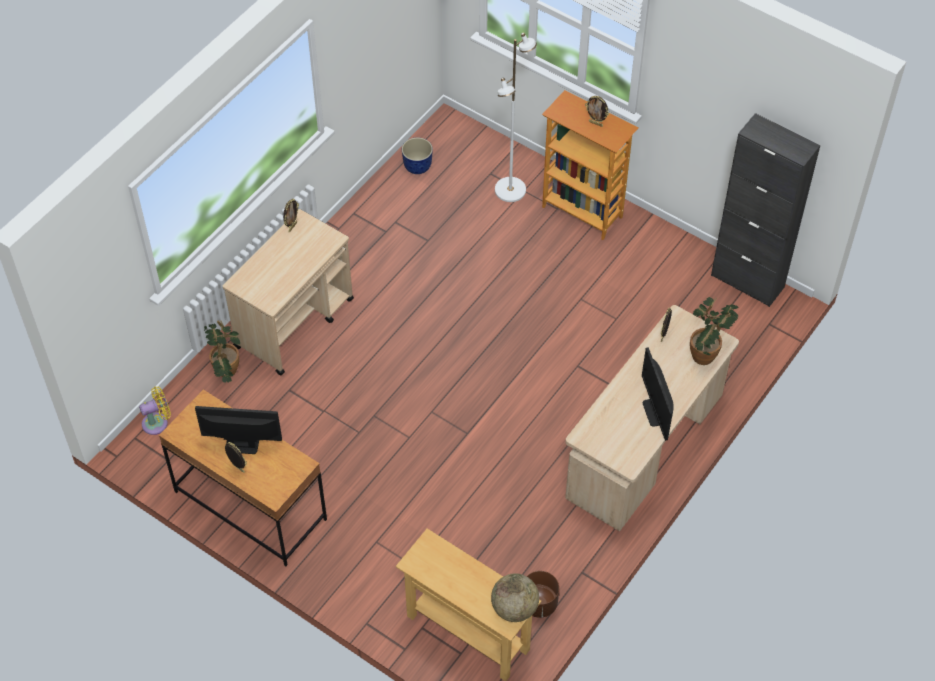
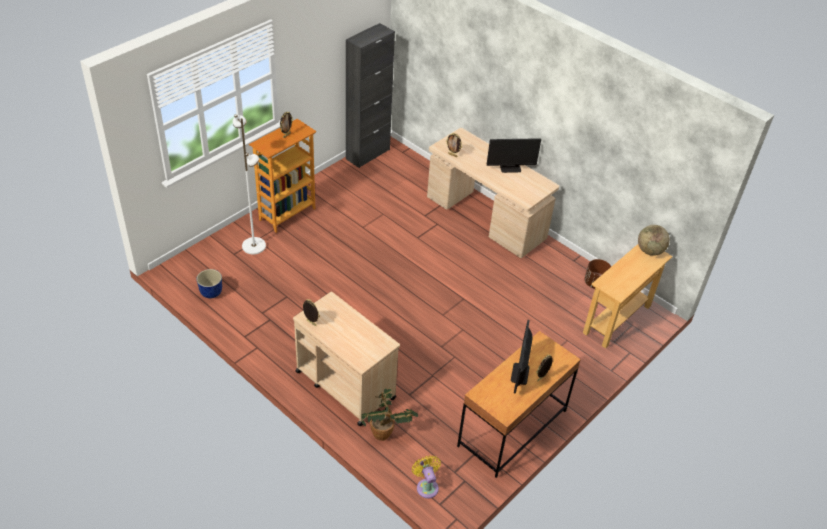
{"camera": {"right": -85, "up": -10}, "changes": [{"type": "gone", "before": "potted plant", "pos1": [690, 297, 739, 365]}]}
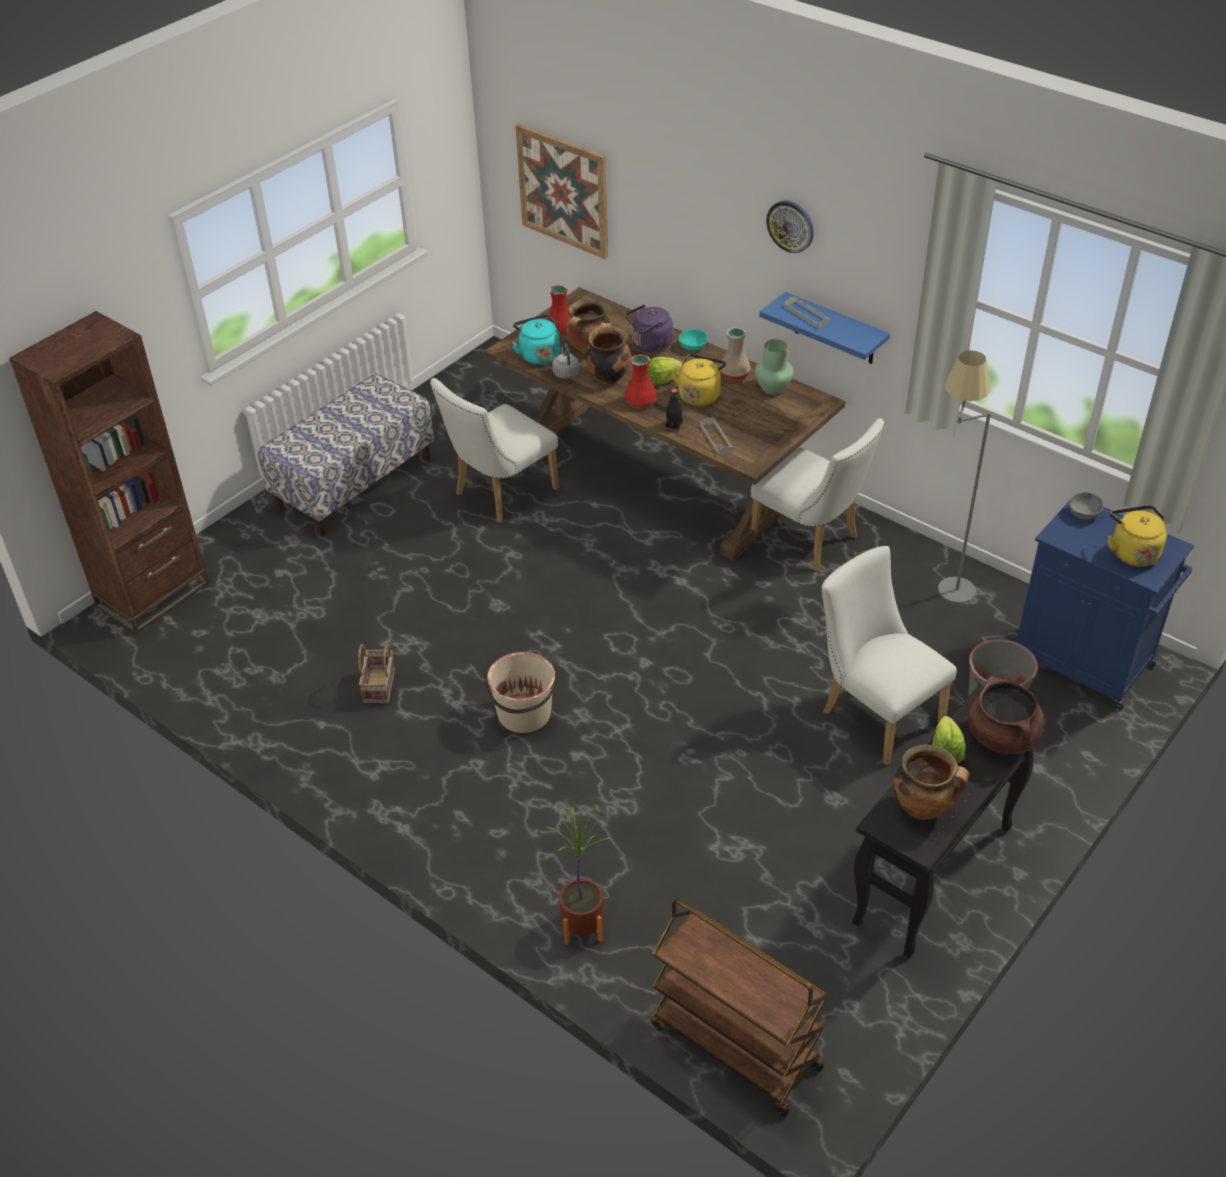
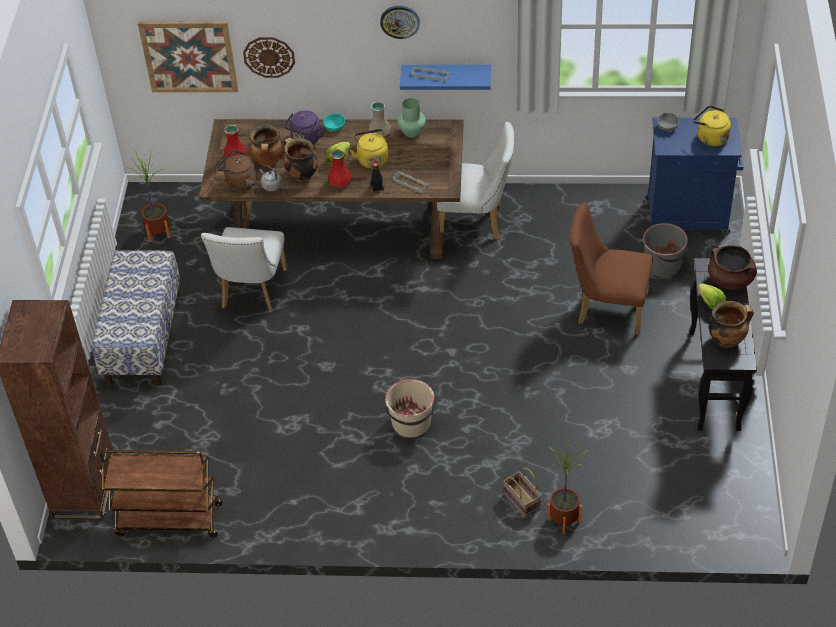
{"camera": {"right": -35, "up": 5}, "changes": [{"type": "repainted", "before": "turquoise water kettle", "after": "brownish water kettle", "pos1": [512, 314, 560, 365], "pos2": [217, 150, 257, 191]}, {"type": "gone", "before": "grey standard lamp", "pos1": [938, 350, 991, 603]}, {"type": "repainted", "before": "white upright chair", "after": "brownish upright chair", "pos1": [821, 546, 957, 766], "pos2": [570, 202, 653, 335]}, {"type": "shifted", "before": "household basket", "pos1": [358, 644, 395, 704], "pos2": [503, 468, 542, 517]}, {"type": "shifted", "before": "brownish cart", "pos1": [650, 899, 828, 1116], "pos2": [100, 450, 222, 537]}, {"type": "new", "after": "wall clock", "pos2": [243, 37, 295, 78]}, {"type": "new", "after": "potted plant", "pos2": [130, 151, 170, 242]}]}
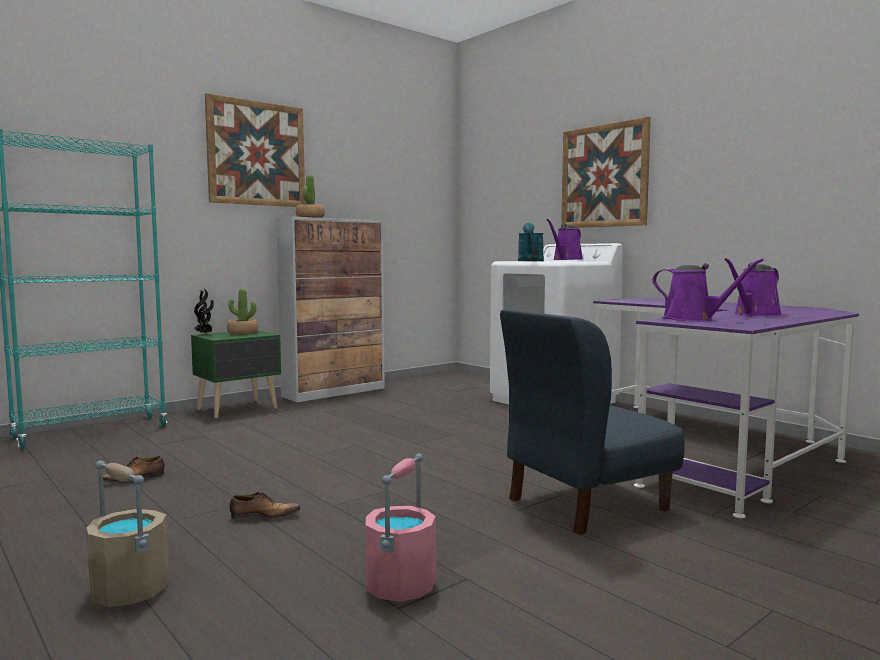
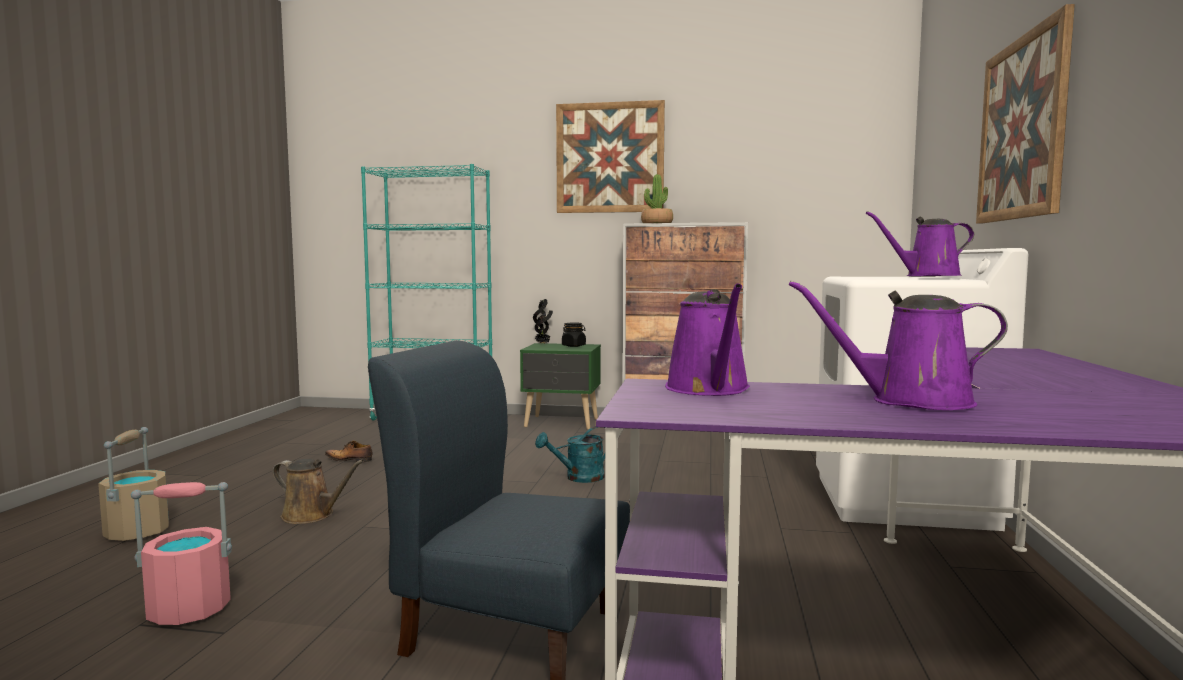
{"camera": {"right": 50, "up": 0}, "changes": [{"type": "shifted", "before": "turquoise sprinkling can", "pos1": [518, 223, 544, 261], "pos2": [535, 426, 605, 483]}, {"type": "swapped", "before": "potted plant", "after": "black-coloured jar", "pos1": [227, 288, 258, 334], "pos2": [562, 322, 586, 347]}, {"type": "swapped", "before": "low shoe", "after": "brownish sprinkling can", "pos1": [230, 492, 301, 519], "pos2": [272, 459, 364, 524]}]}
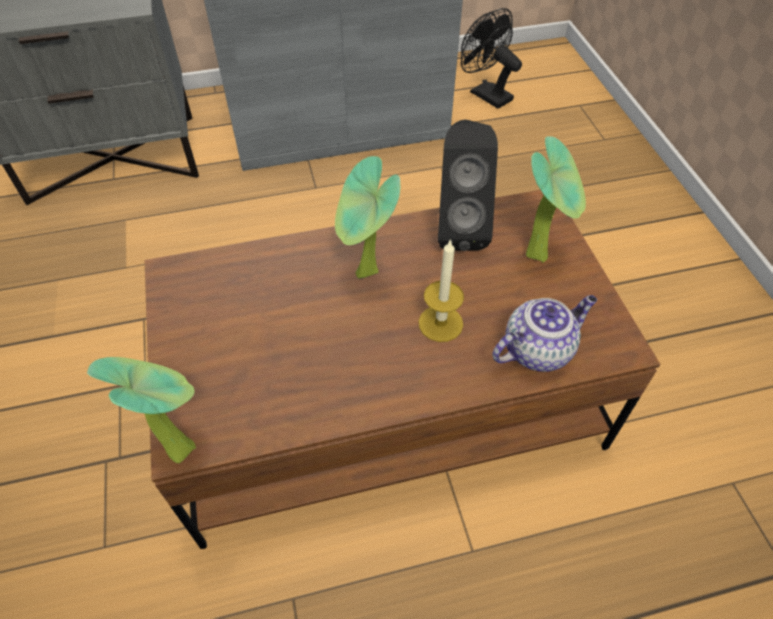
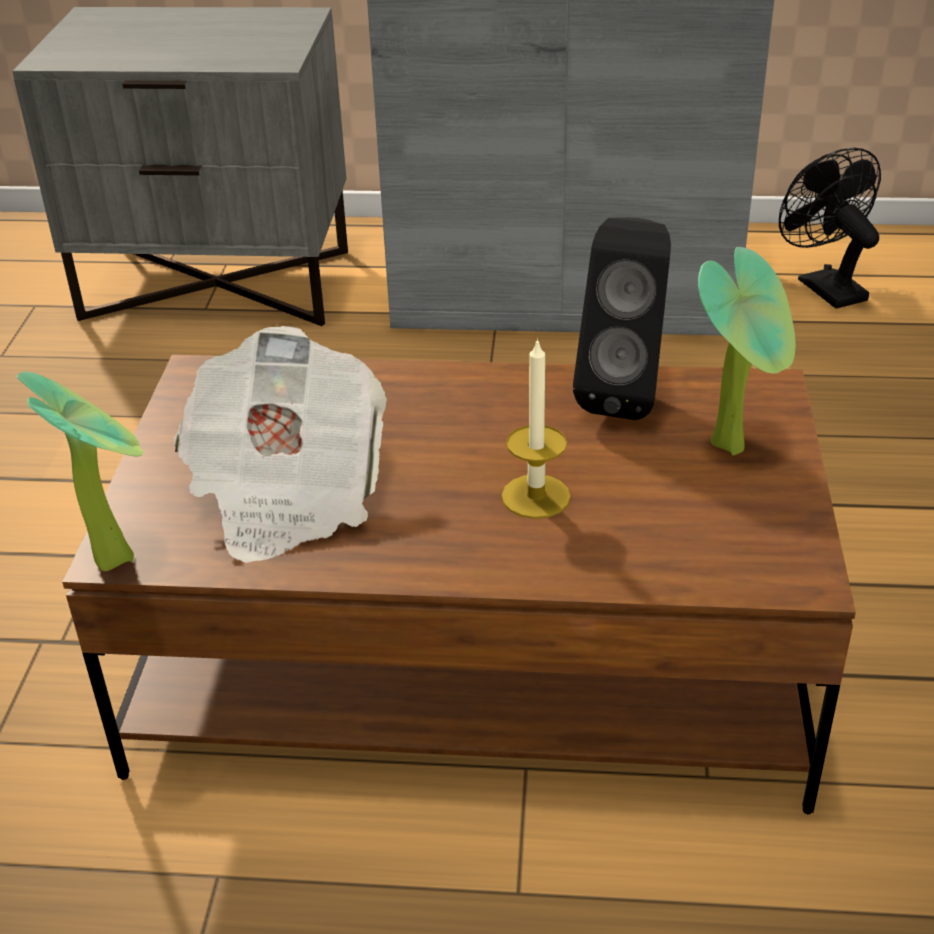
{"camera": {"right": 20, "up": -15}, "changes": [{"type": "gone", "before": "potted plant", "pos1": [335, 156, 400, 279]}, {"type": "gone", "before": "pot for tea", "pos1": [492, 295, 597, 372]}, {"type": "new", "after": "newspaper", "pos2": [174, 326, 387, 563]}]}
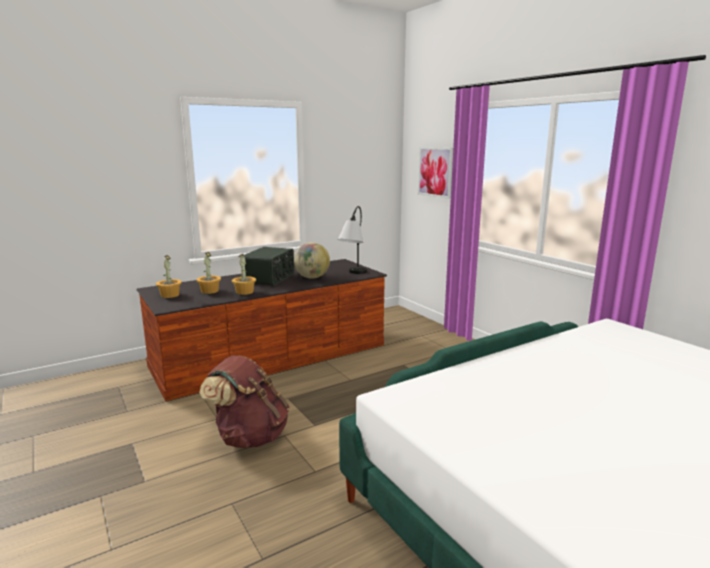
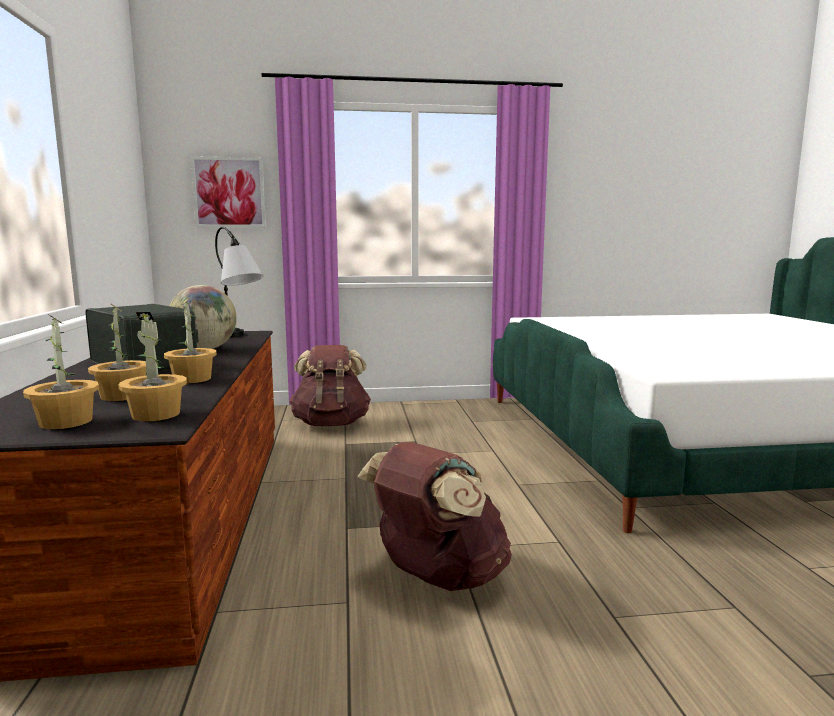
{"camera": {"right": -65, "up": -5}, "changes": [{"type": "new", "after": "potted plant", "pos2": [118, 312, 187, 421]}, {"type": "new", "after": "brownish rucksack", "pos2": [289, 345, 371, 426]}]}
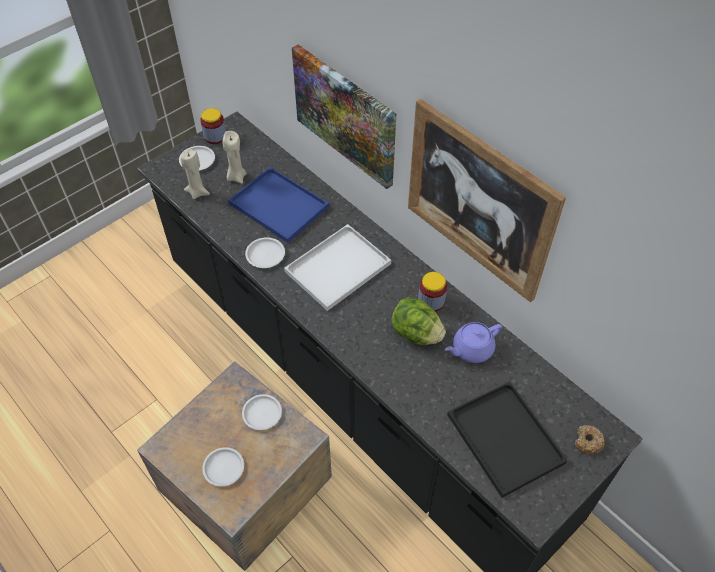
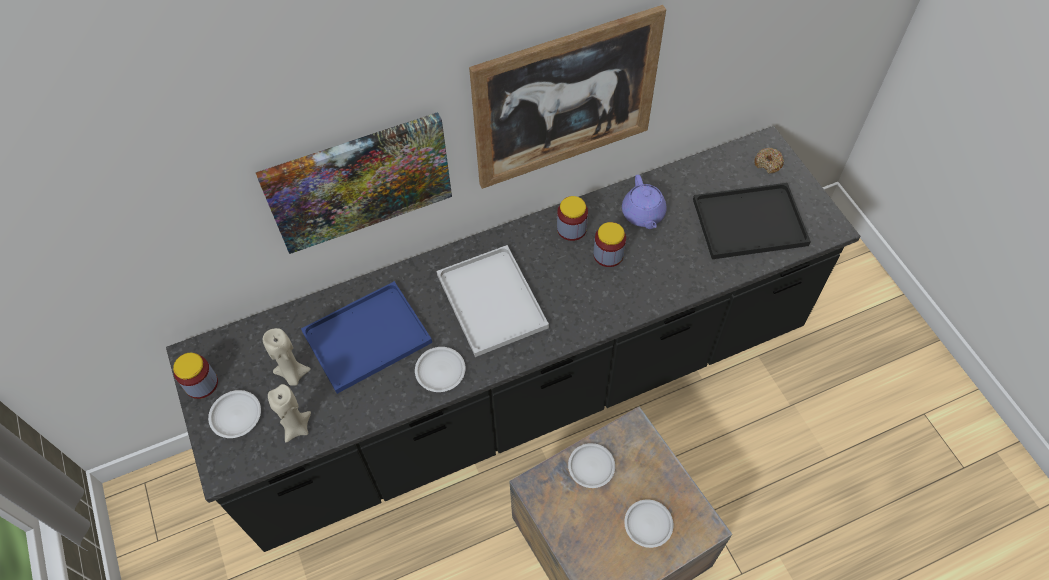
{"camera": {"right": -70, "up": 5}, "changes": [{"type": "swapped", "before": "lettuce", "after": "jar", "pos1": [391, 297, 446, 345], "pos2": [593, 222, 626, 267]}]}
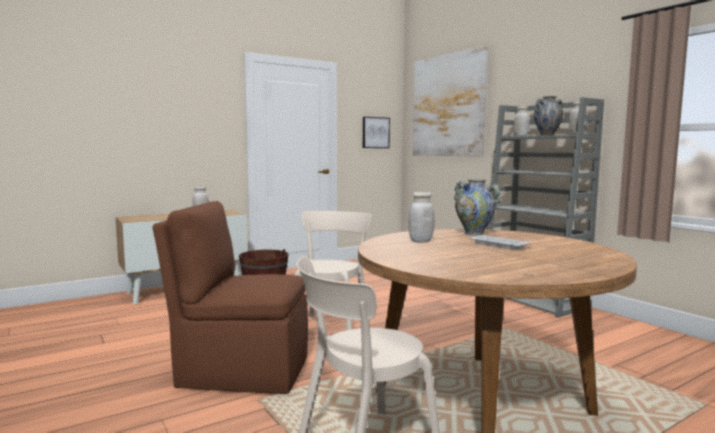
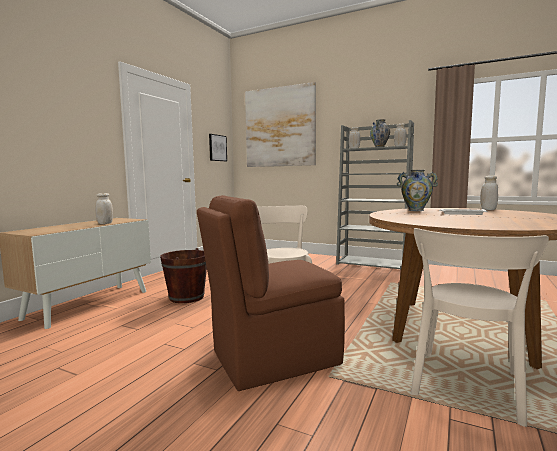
{"camera": {"right": -30, "up": 0}, "changes": [{"type": "shifted", "before": "white jar", "pos1": [409, 192, 434, 243], "pos2": [480, 176, 498, 210]}]}
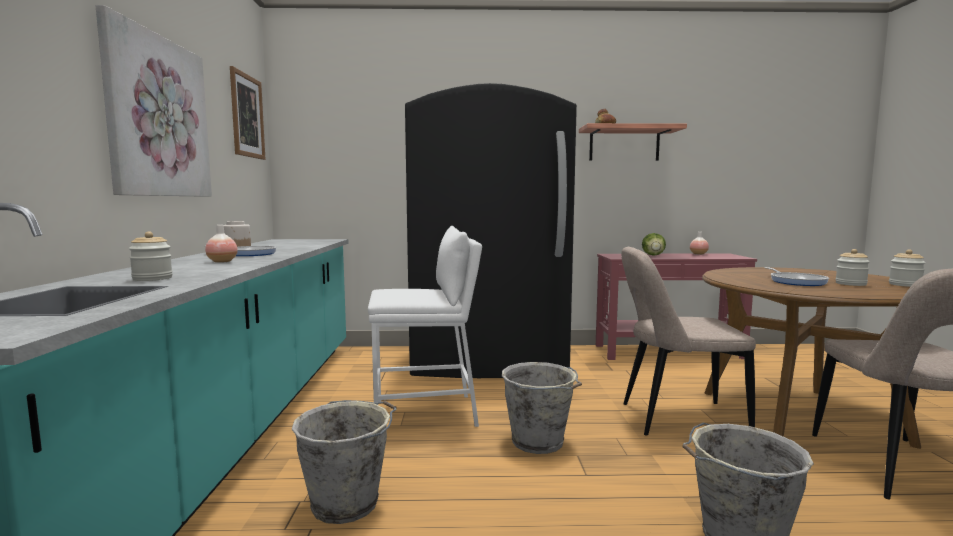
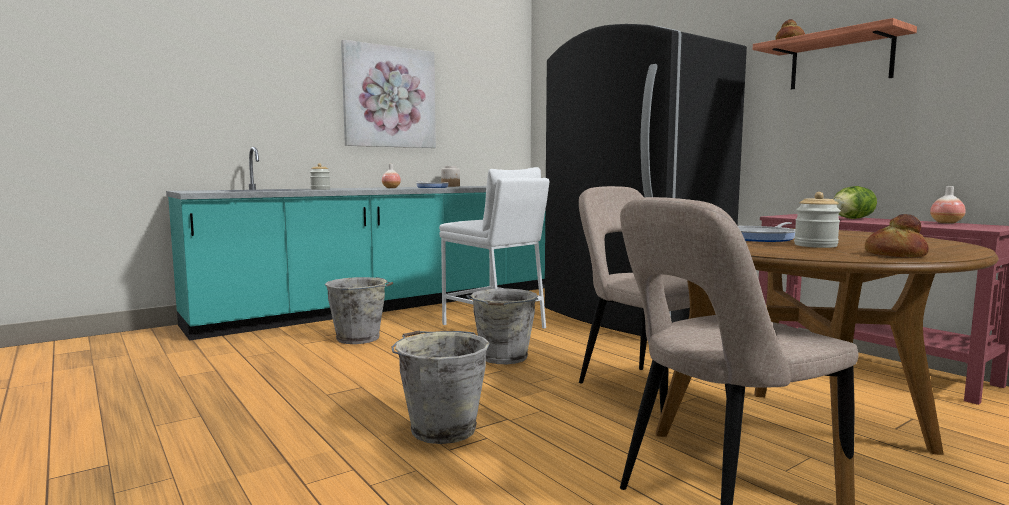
{"camera": {"right": 55, "up": 0}, "changes": [{"type": "gone", "before": "wall art", "pos1": [230, 66, 265, 160]}, {"type": "swapped", "before": "jar", "after": "baked bread", "pos1": [889, 250, 926, 287], "pos2": [865, 214, 929, 257]}]}
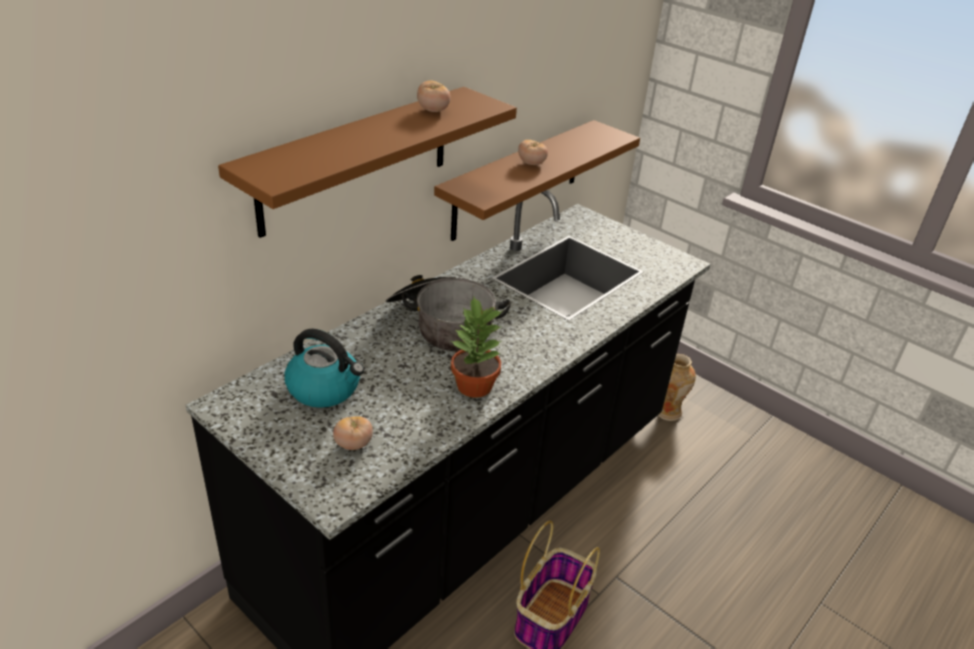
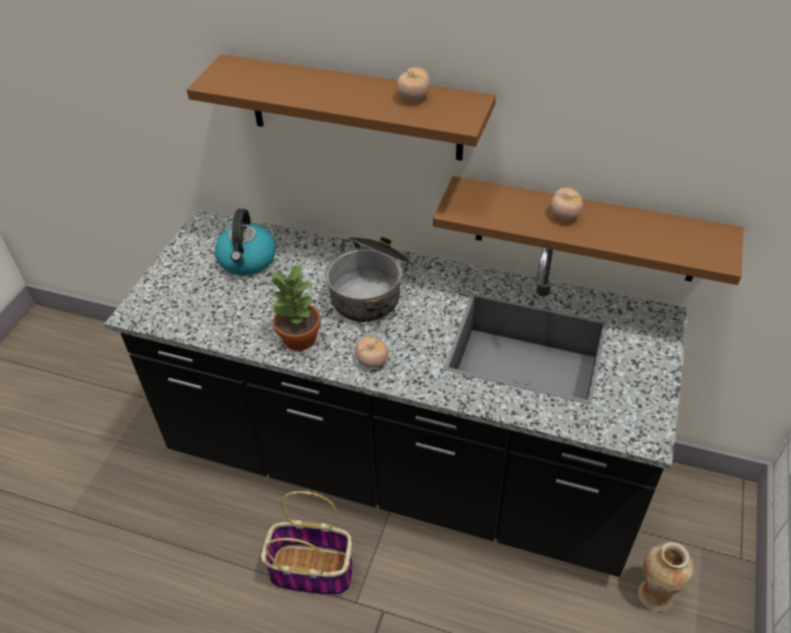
{"camera": {"right": 70, "up": 10}, "changes": [{"type": "shifted", "before": "fresh tomato", "pos1": [333, 416, 373, 450], "pos2": [355, 337, 388, 368]}]}
